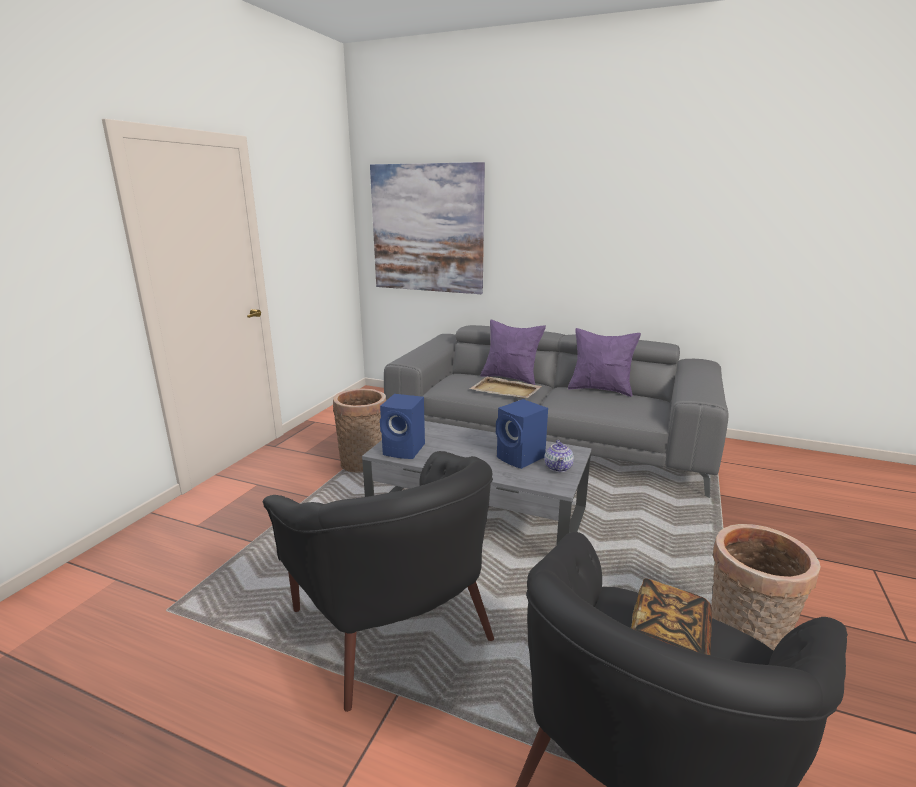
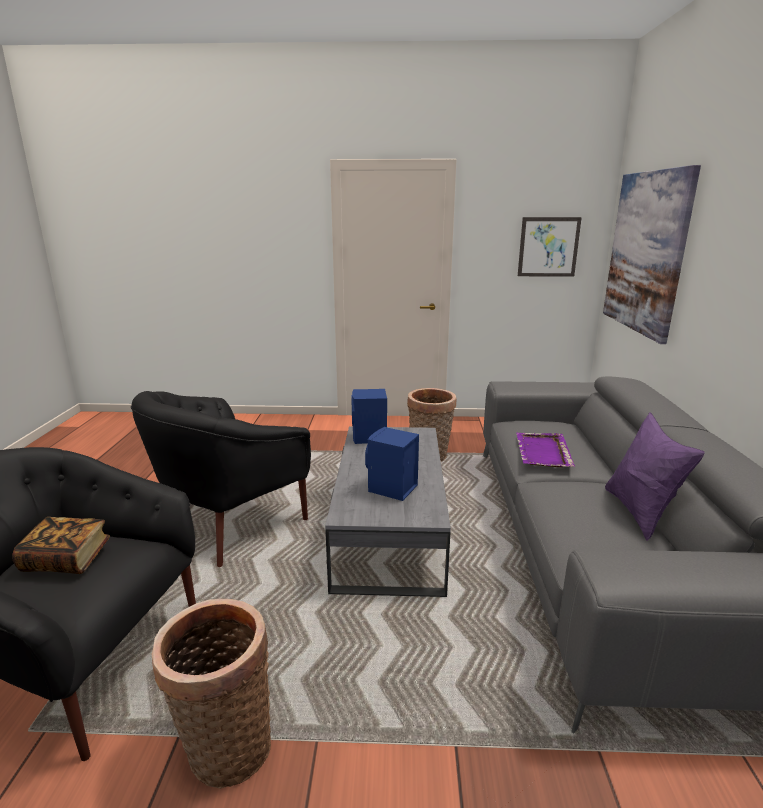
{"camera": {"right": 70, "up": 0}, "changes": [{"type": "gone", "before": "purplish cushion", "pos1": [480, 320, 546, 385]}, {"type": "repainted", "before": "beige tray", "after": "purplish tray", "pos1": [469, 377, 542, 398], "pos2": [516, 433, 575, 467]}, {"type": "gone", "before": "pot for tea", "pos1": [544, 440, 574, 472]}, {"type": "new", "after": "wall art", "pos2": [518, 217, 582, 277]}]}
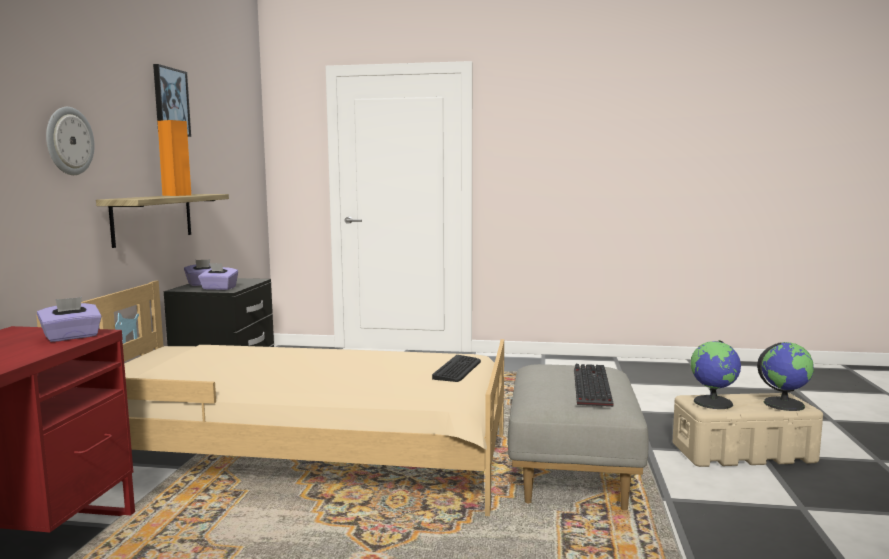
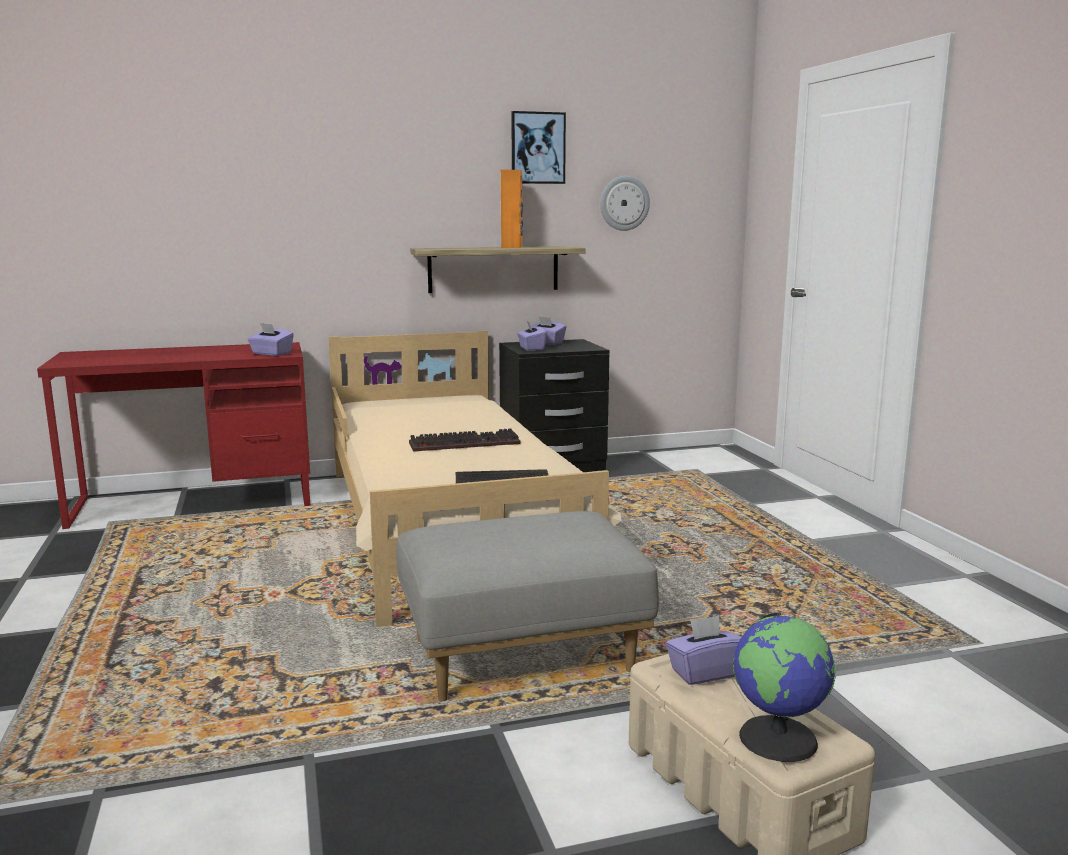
{"camera": {"right": 65, "up": 5}, "changes": [{"type": "shifted", "before": "wall clock", "pos1": [46, 107, 94, 175], "pos2": [600, 176, 650, 231]}, {"type": "swapped", "before": "globe", "after": "purplish tissue box", "pos1": [691, 340, 741, 409], "pos2": [666, 615, 741, 685]}, {"type": "shifted", "before": "computer keyboard", "pos1": [574, 364, 613, 407], "pos2": [409, 428, 520, 452]}]}
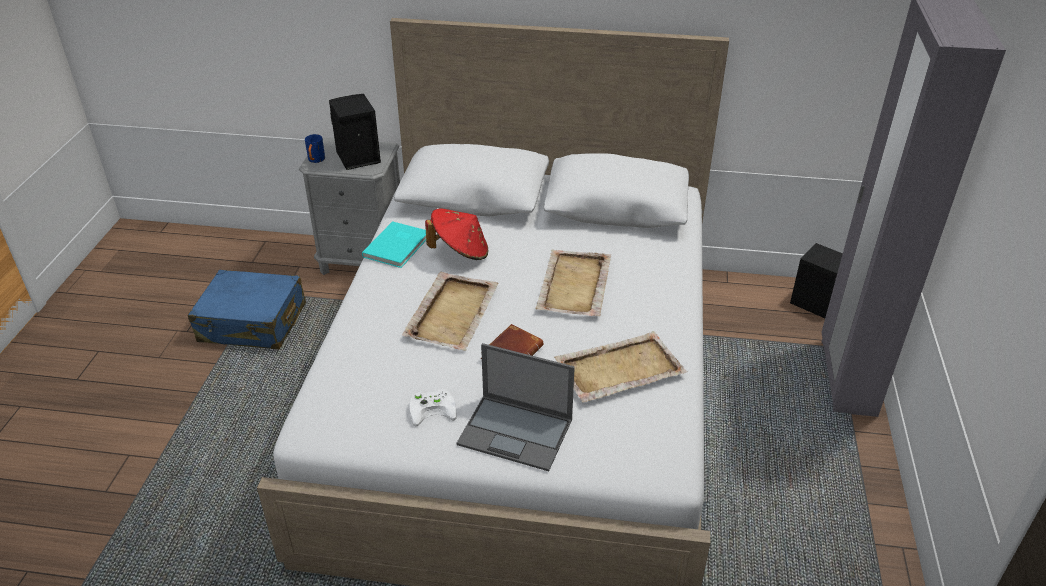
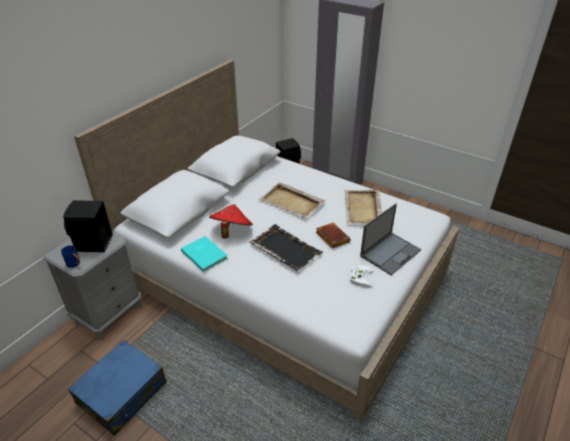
{"camera": {"right": -65, "up": 0}, "changes": [{"type": "repainted", "before": "beige tray", "after": "black-coloured tray", "pos1": [402, 272, 499, 351], "pos2": [249, 224, 323, 271]}]}
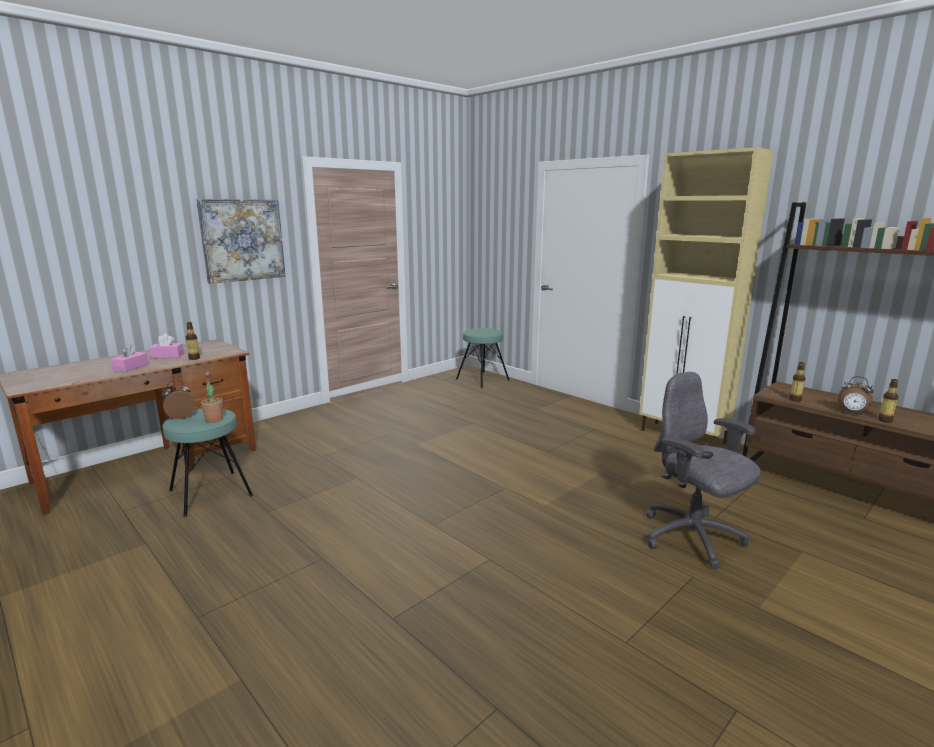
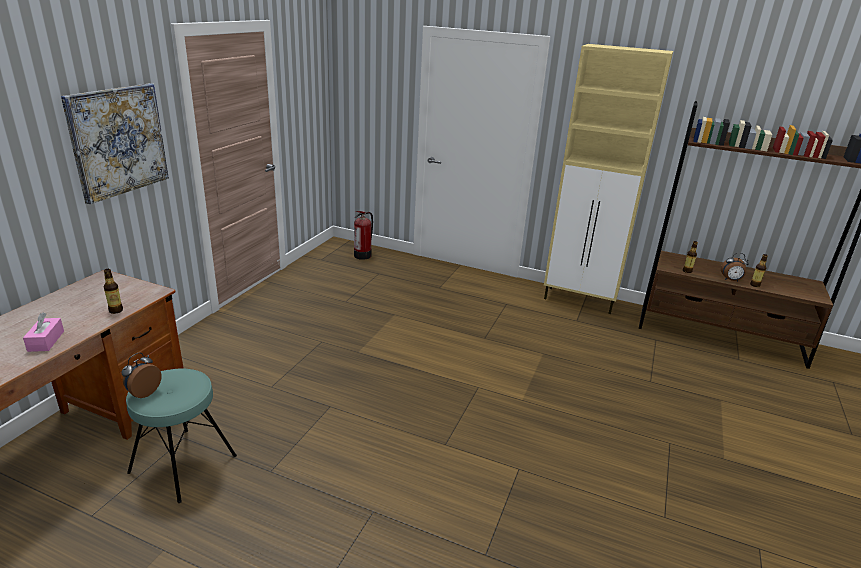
{"camera": {"right": -25, "up": 10}, "changes": [{"type": "swapped", "before": "turquoise sitting stool", "after": "fire-fighting cylinder", "pos1": [456, 328, 510, 388], "pos2": [354, 211, 373, 260]}, {"type": "gone", "before": "pink-coloured tissue box", "pos1": [149, 334, 184, 359]}, {"type": "gone", "before": "potted plant", "pos1": [201, 371, 223, 423]}, {"type": "gone", "before": "grey computer chair", "pos1": [646, 372, 761, 569]}]}
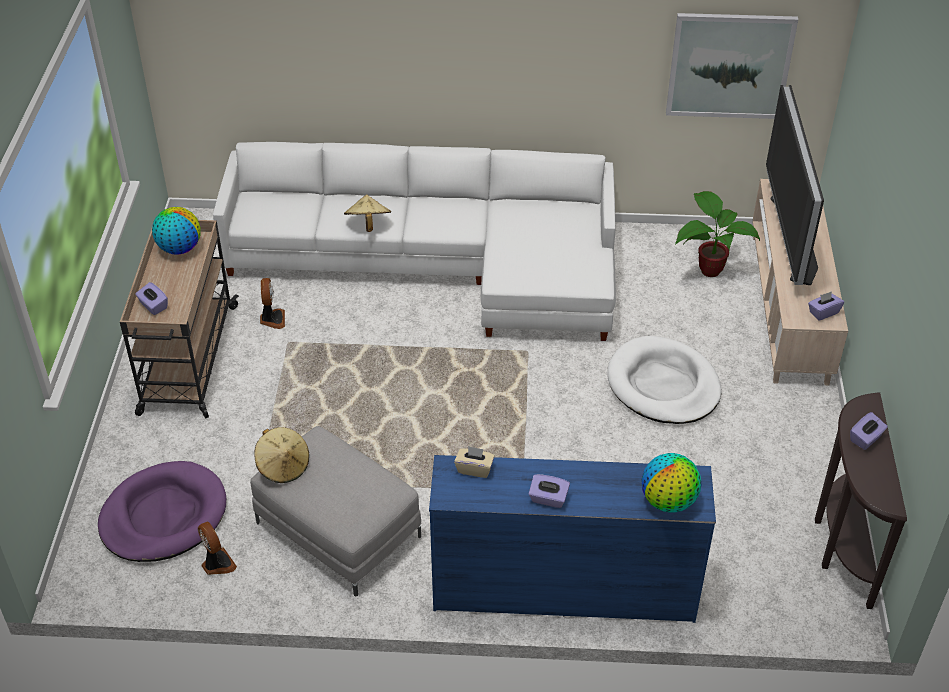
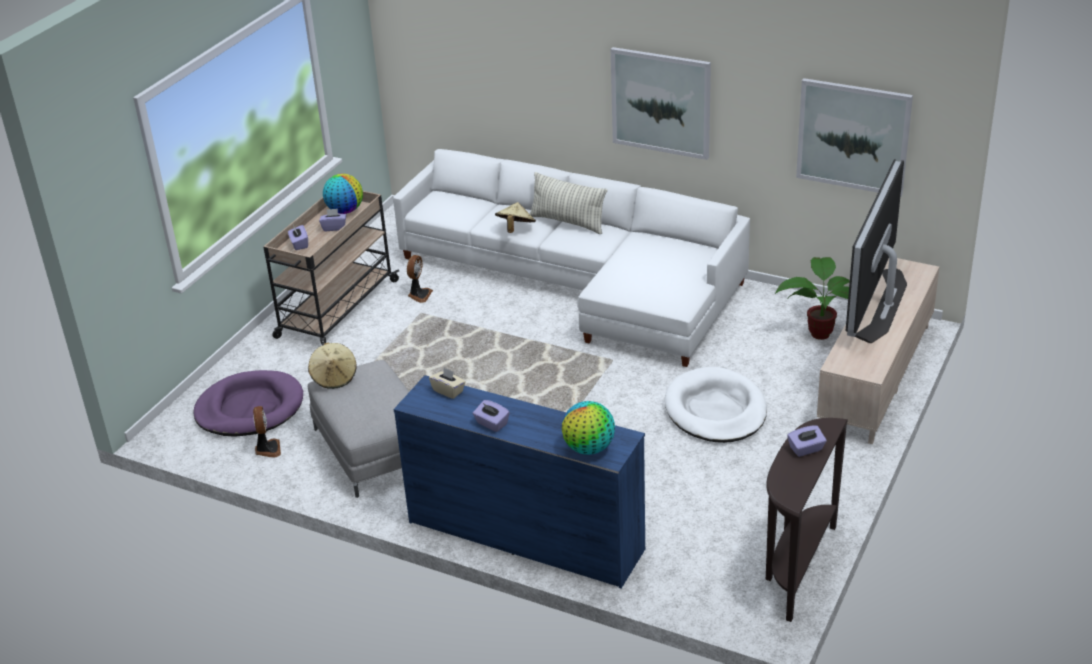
{"camera": {"right": 25, "up": -10}, "changes": [{"type": "shifted", "before": "purplish tissue box", "pos1": [808, 291, 844, 321], "pos2": [319, 209, 346, 231]}, {"type": "new", "after": "wall art", "pos2": [611, 47, 711, 160]}, {"type": "new", "after": "cushion", "pos2": [529, 172, 607, 234]}]}
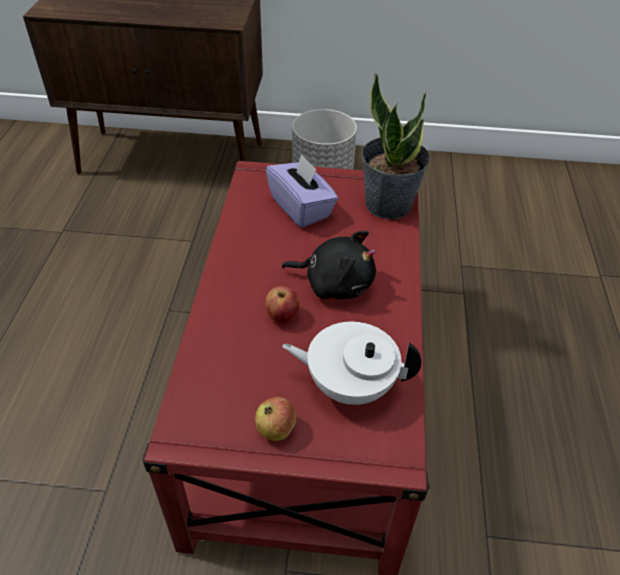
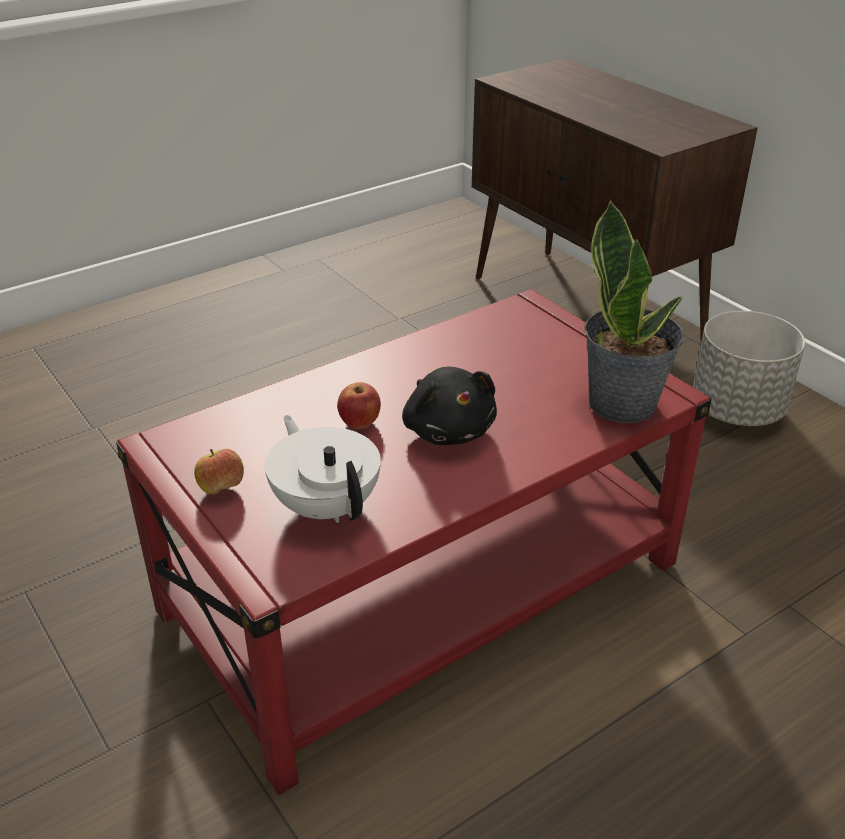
{"camera": {"right": 50, "up": -10}, "changes": [{"type": "gone", "before": "purplish tissue box", "pos1": [266, 154, 338, 228]}]}
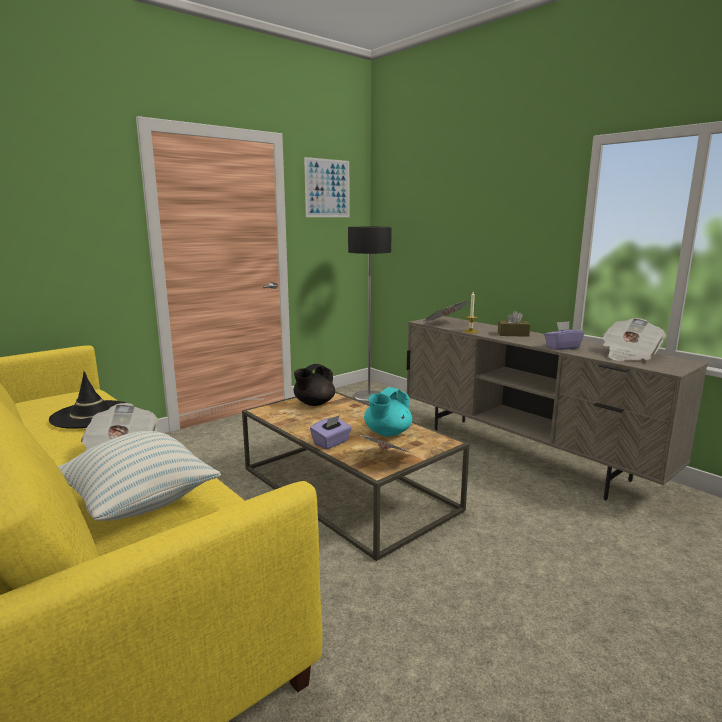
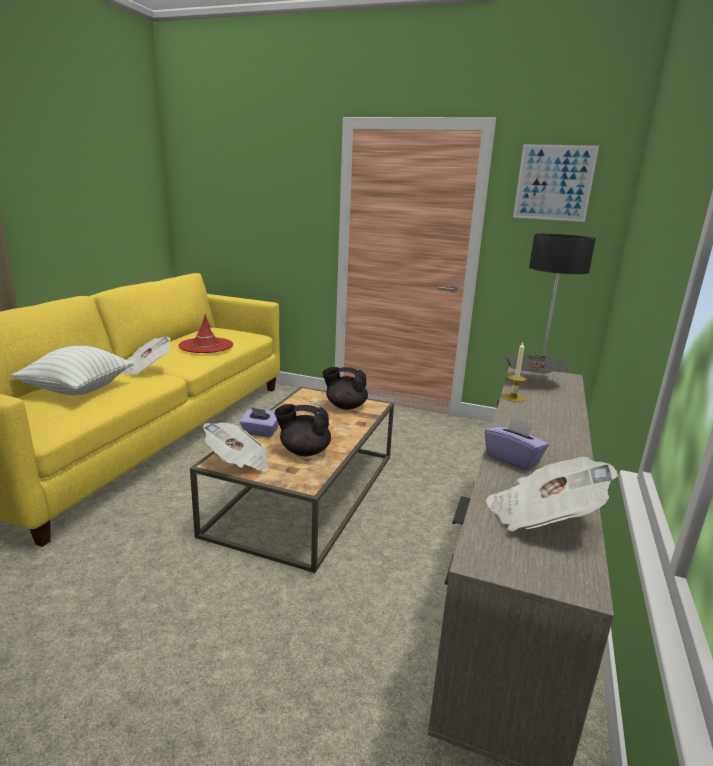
{"camera": {"right": 60, "up": 5}, "changes": [{"type": "gone", "before": "brownish tissue box", "pos1": [498, 311, 530, 337]}, {"type": "repainted", "before": "black-coloured hat", "after": "red hat", "pos1": [49, 371, 126, 429], "pos2": [178, 314, 233, 353]}, {"type": "repainted", "before": "turquoise pot for tea", "after": "black-coloured pot for tea", "pos1": [364, 387, 412, 436], "pos2": [274, 404, 331, 456]}]}
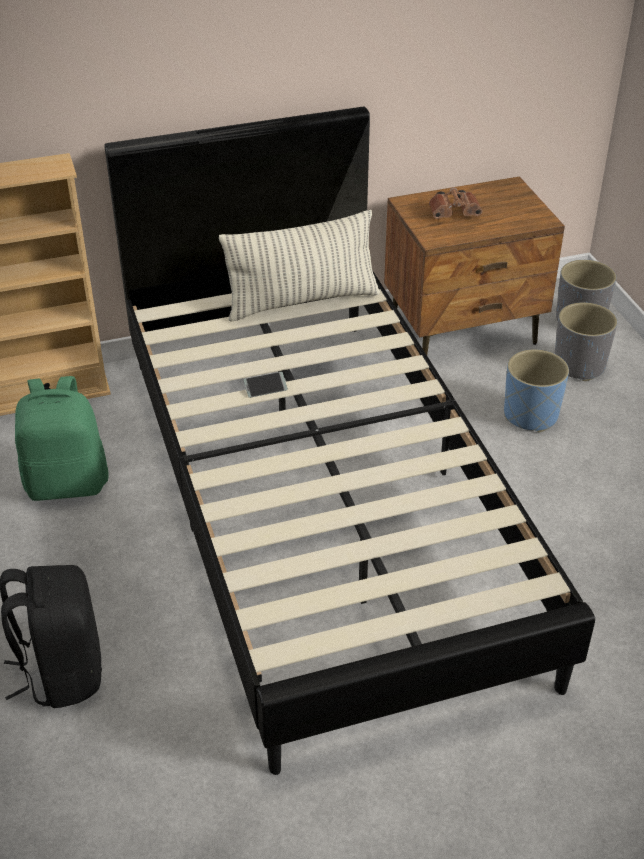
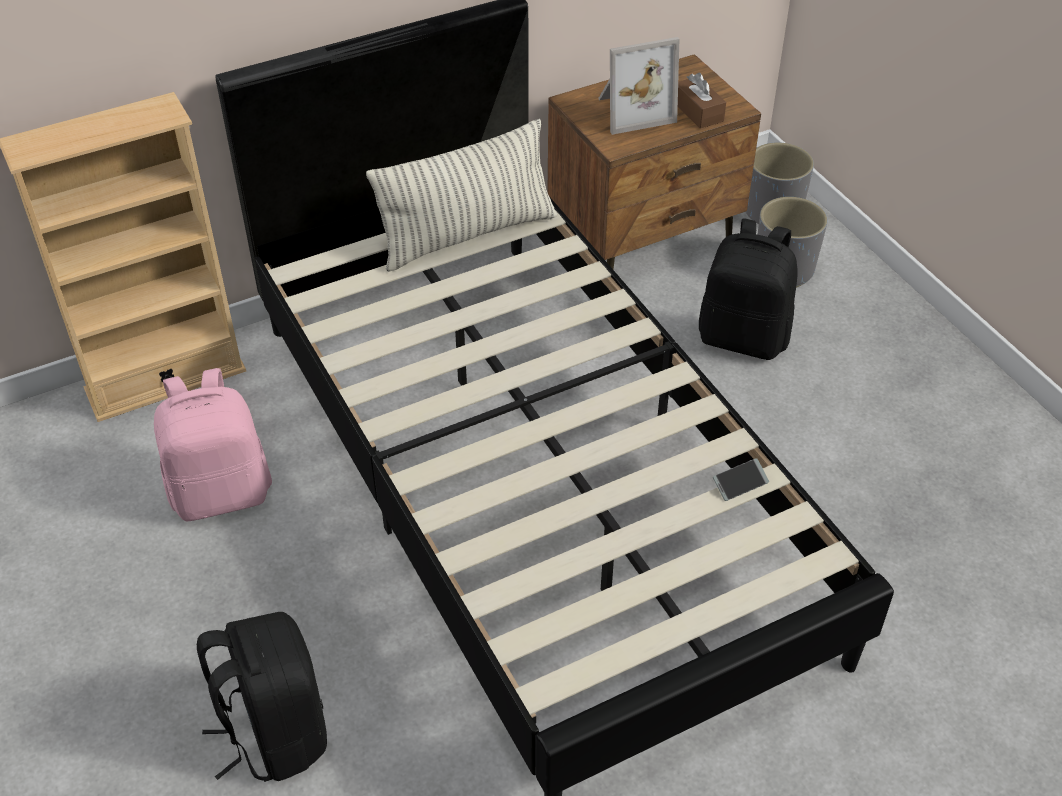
{"camera": {"right": -10, "up": 5}, "changes": [{"type": "swapped", "before": "brownish pair of binoculars", "after": "standing frame", "pos1": [429, 187, 483, 219], "pos2": [598, 37, 679, 135]}, {"type": "swapped", "before": "bluish planter", "after": "black-coloured rucksack", "pos1": [504, 349, 569, 432], "pos2": [699, 219, 798, 360]}, {"type": "shifted", "before": "telephone", "pos1": [244, 372, 288, 398], "pos2": [713, 458, 769, 501]}, {"type": "repainted", "before": "green-coloured rucksack", "after": "pink-coloured rucksack", "pos1": [15, 376, 109, 501], "pos2": [154, 368, 272, 521]}, {"type": "new", "after": "brownish tissue box", "pos2": [678, 73, 726, 129]}]}
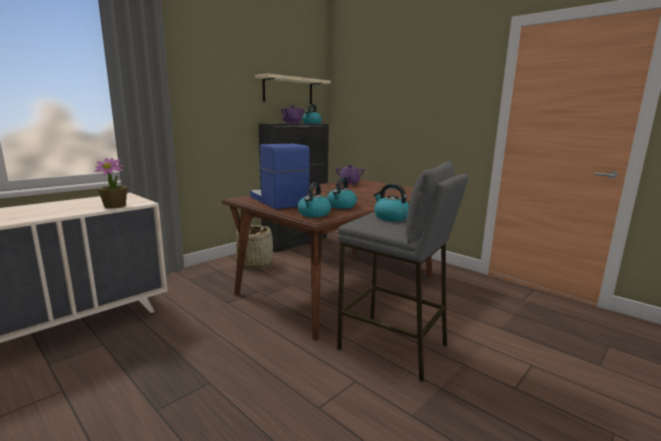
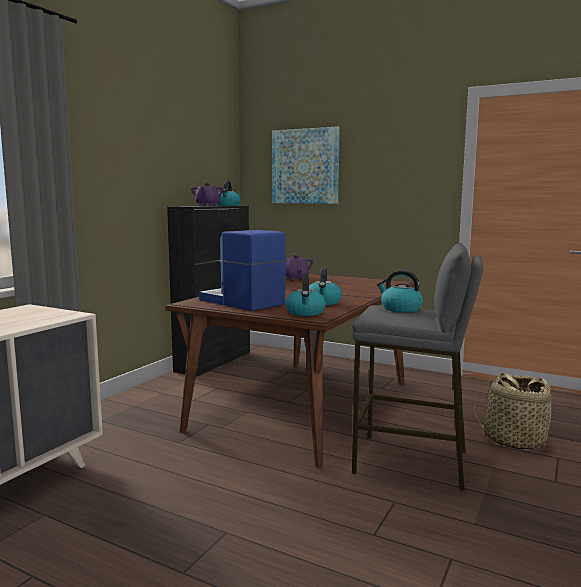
{"camera": {"right": -15, "up": -5}, "changes": [{"type": "gone", "before": "beige shelf", "pos1": [255, 74, 331, 104]}, {"type": "gone", "before": "potted plant", "pos1": [95, 158, 128, 209]}, {"type": "shifted", "before": "household basket", "pos1": [236, 225, 273, 269], "pos2": [474, 373, 557, 451]}, {"type": "new", "after": "wall art", "pos2": [272, 126, 340, 204]}]}
